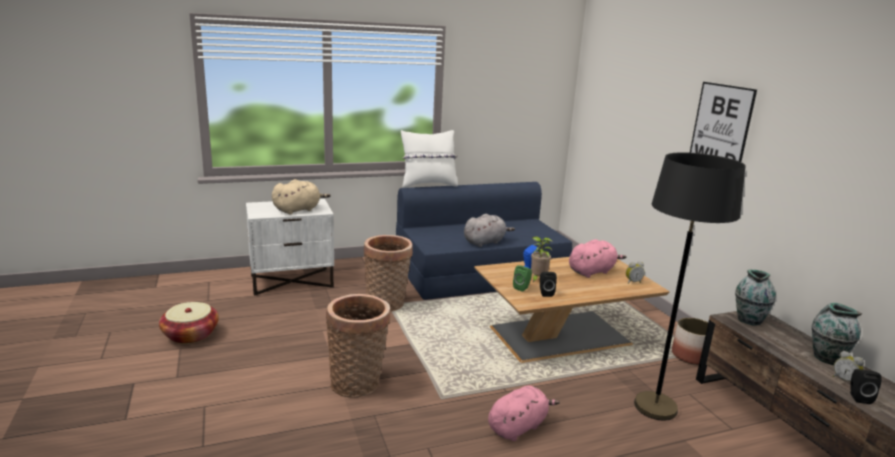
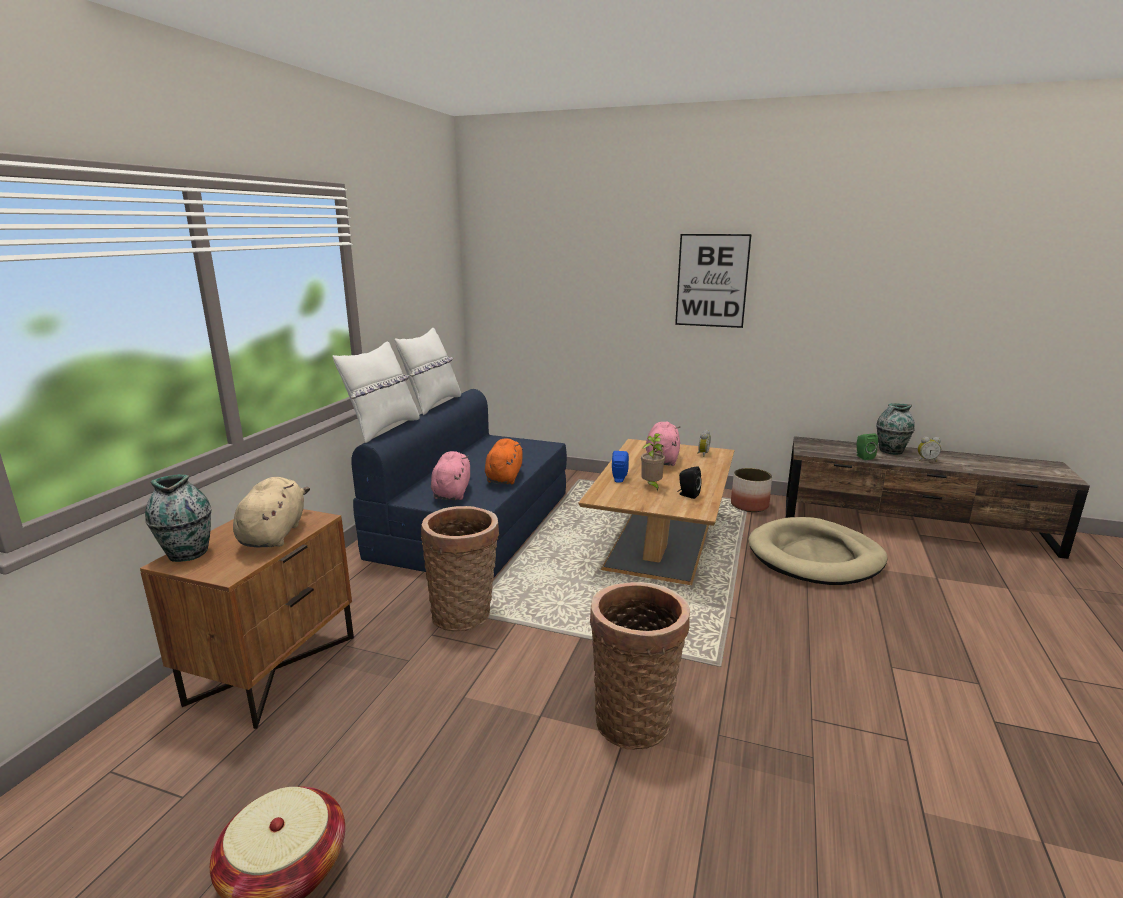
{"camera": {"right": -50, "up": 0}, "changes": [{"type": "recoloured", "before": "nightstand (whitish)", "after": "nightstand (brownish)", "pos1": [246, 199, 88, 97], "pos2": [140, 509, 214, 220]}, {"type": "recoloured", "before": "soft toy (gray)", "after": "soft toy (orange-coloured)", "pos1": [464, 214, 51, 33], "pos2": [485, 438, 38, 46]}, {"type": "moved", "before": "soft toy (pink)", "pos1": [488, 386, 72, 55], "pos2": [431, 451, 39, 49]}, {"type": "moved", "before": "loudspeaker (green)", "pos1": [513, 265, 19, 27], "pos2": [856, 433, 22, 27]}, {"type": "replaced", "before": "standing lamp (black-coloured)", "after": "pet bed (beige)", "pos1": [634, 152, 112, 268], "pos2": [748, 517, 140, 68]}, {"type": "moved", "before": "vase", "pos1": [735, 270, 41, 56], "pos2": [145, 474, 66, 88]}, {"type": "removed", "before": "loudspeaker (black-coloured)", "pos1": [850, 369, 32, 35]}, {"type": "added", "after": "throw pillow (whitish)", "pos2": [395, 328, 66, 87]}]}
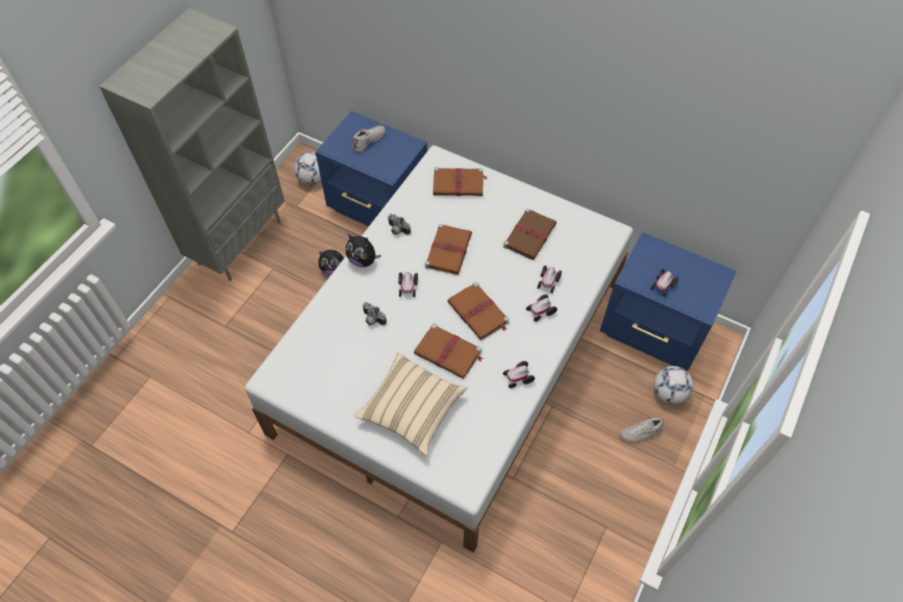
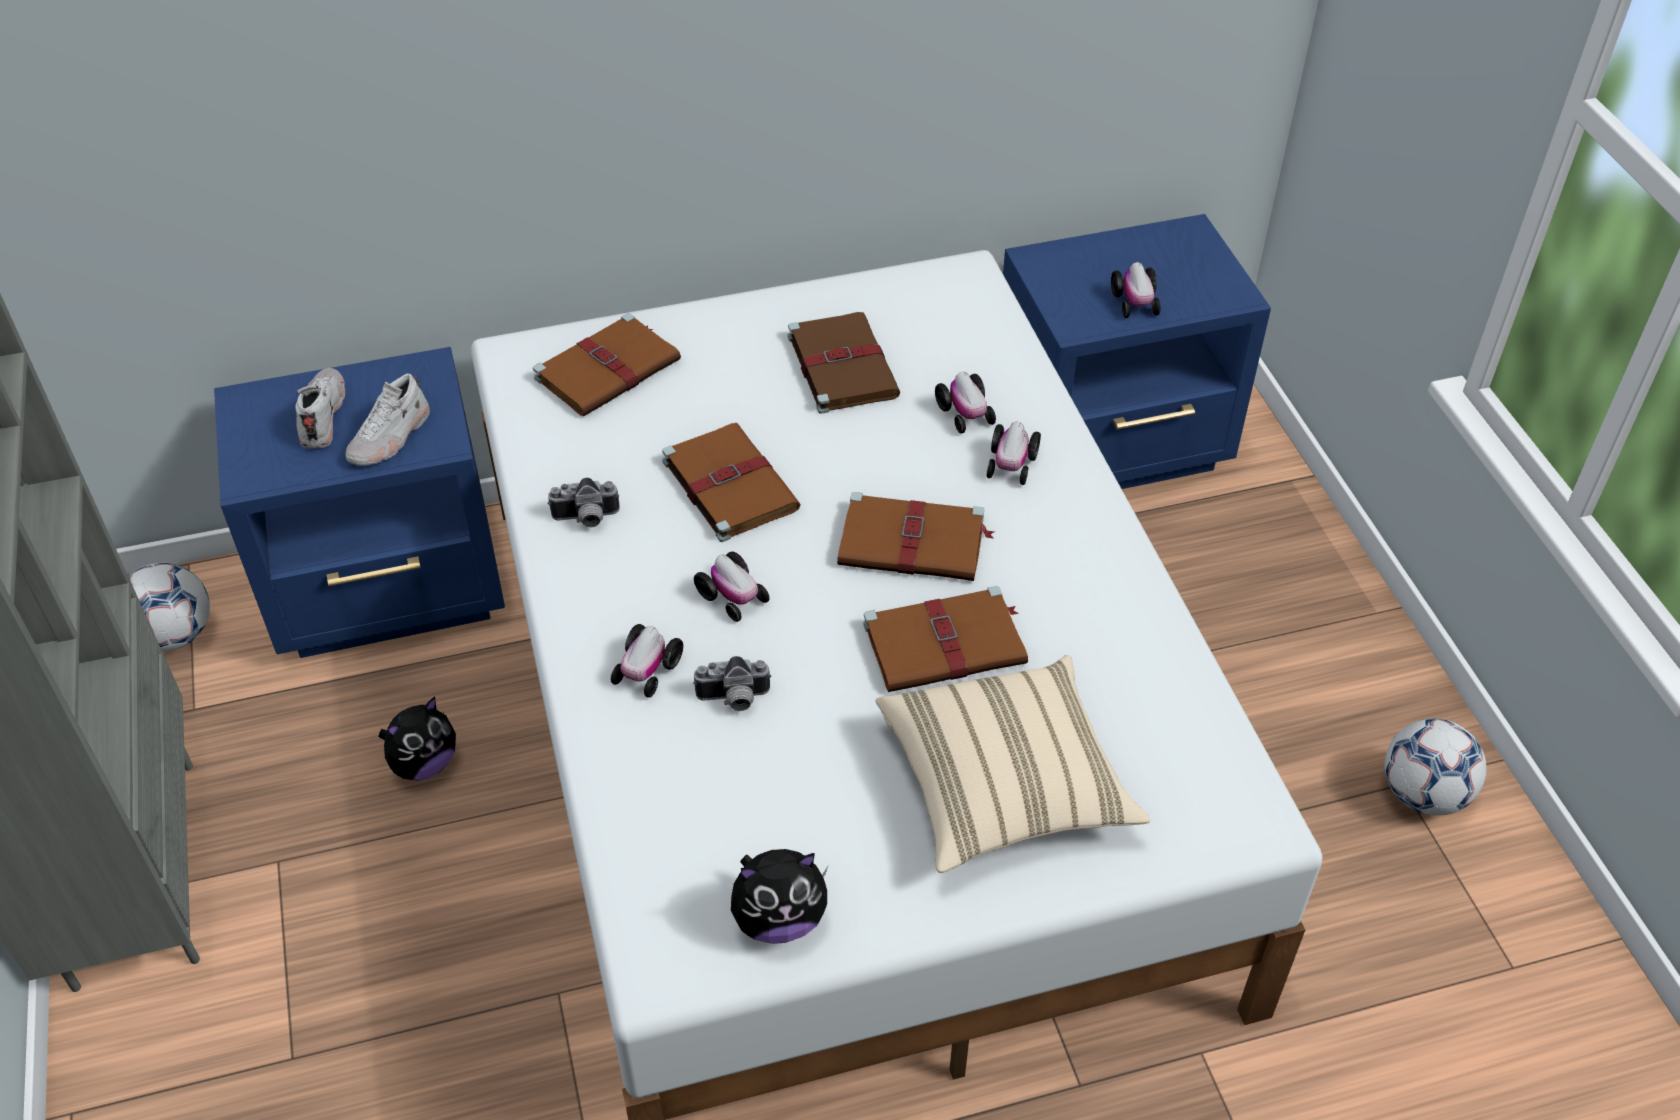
{"camera": {"right": -45, "up": -10}, "changes": [{"type": "moved", "before": "soft toy", "pos1": [346, 234, 35, 33], "pos2": [731, 849, 97, 95]}, {"type": "moved", "before": "toy car", "pos1": [503, 361, 32, 27], "pos2": [611, 624, 72, 74]}, {"type": "moved", "before": "low shoe (whitish)", "pos1": [620, 418, 44, 25], "pos2": [346, 373, 84, 93]}, {"type": "moved", "before": "ball for football", "pos1": [654, 366, 39, 38], "pos2": [1385, 718, 102, 98]}]}
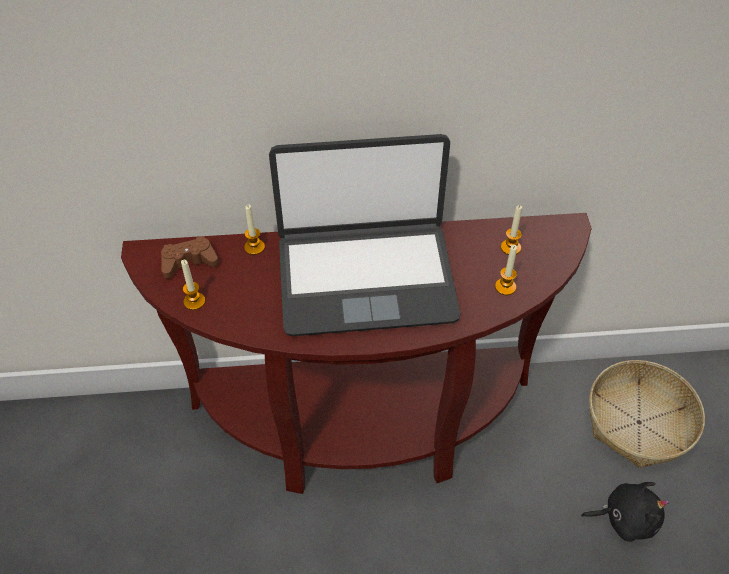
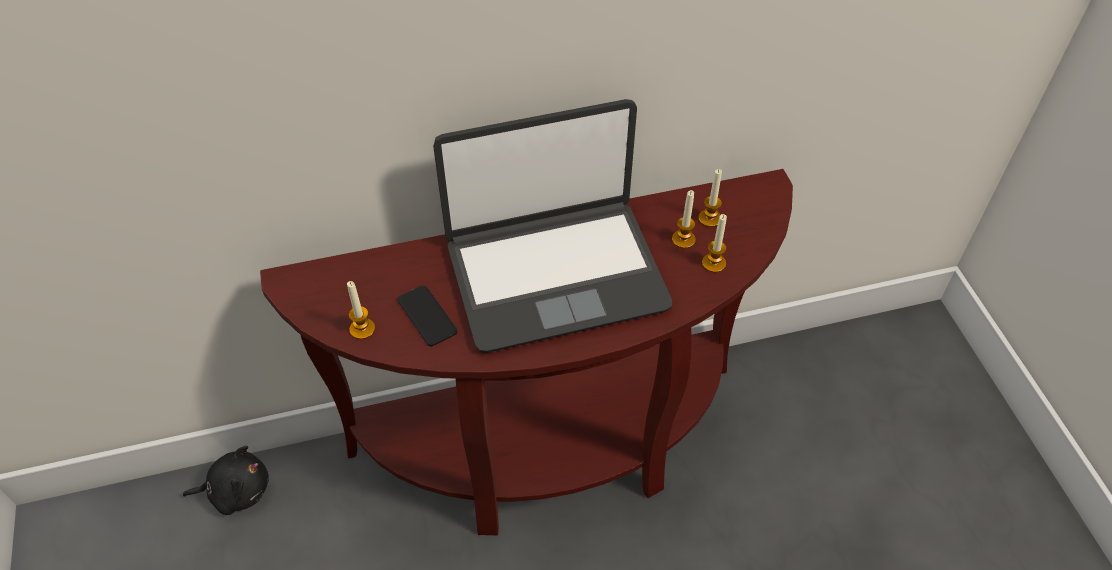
{"camera": {"right": -10, "up": 0}, "changes": [{"type": "removed", "before": "game controller (brownish)", "pos1": [161, 236, 58, 43]}, {"type": "moved", "before": "wax light", "pos1": [244, 205, 21, 50], "pos2": [672, 190, 24, 59]}, {"type": "moved", "before": "soft toy (black-coloured)", "pos1": [581, 482, 88, 60], "pos2": [183, 446, 86, 69]}, {"type": "removed", "before": "storage basket", "pos1": [589, 360, 116, 108]}, {"type": "added", "after": "phone", "pos2": [398, 285, 59, 62]}]}
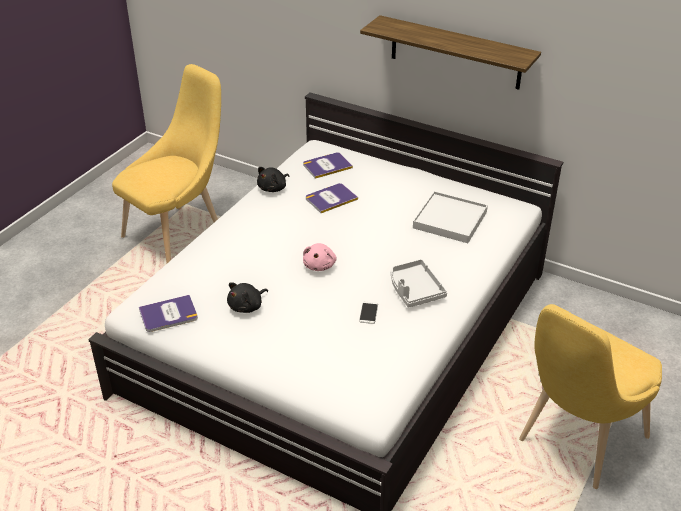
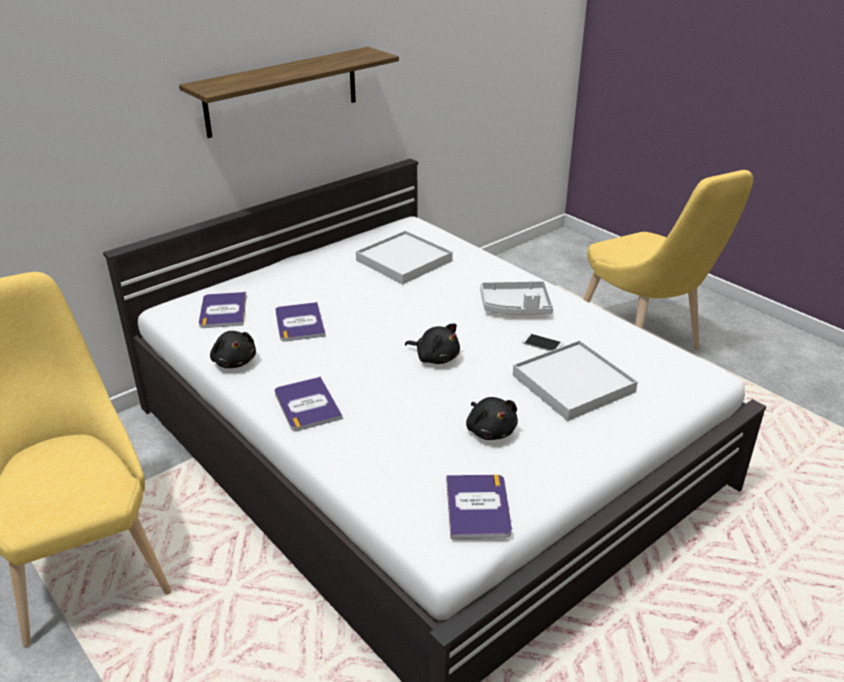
{"camera": {"right": -70, "up": -5}, "changes": [{"type": "recoloured", "before": "soft toy (pink)", "after": "soft toy (black-coloured)", "pos1": [303, 243, 34, 28], "pos2": [405, 323, 55, 41]}, {"type": "added", "after": "bound book", "pos2": [275, 377, 68, 54]}, {"type": "added", "after": "tray (whitish)", "pos2": [513, 340, 125, 81]}]}
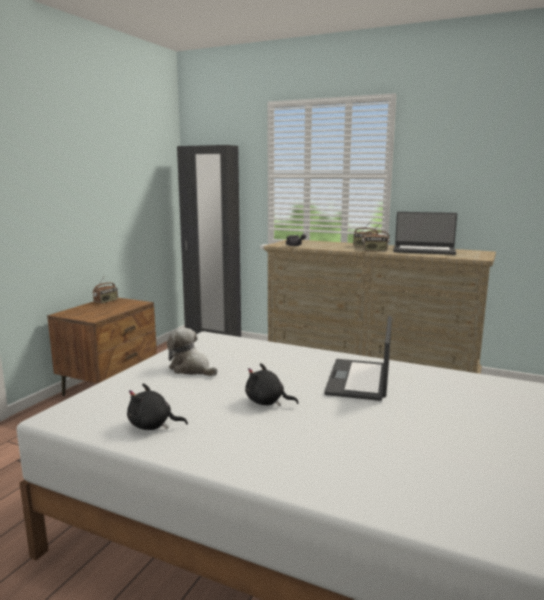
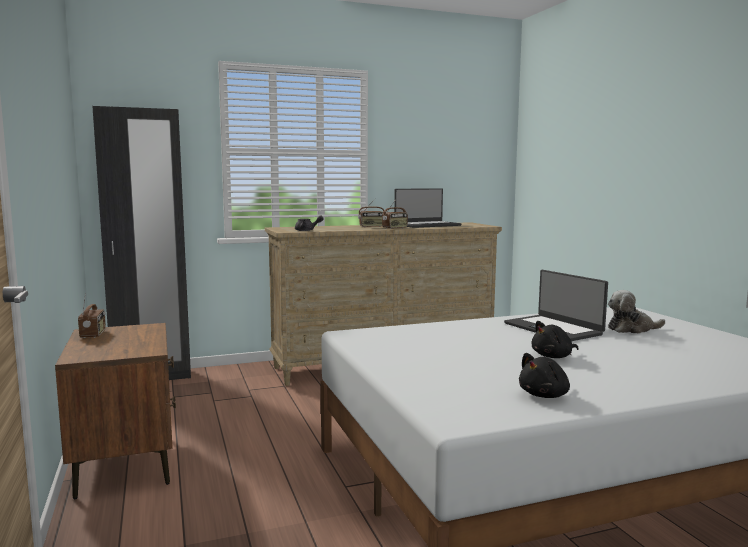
{"camera": {"right": -45, "up": -5}, "changes": [{"type": "moved", "before": "soft toy", "pos1": [167, 328, 51, 48], "pos2": [608, 290, 57, 44]}]}
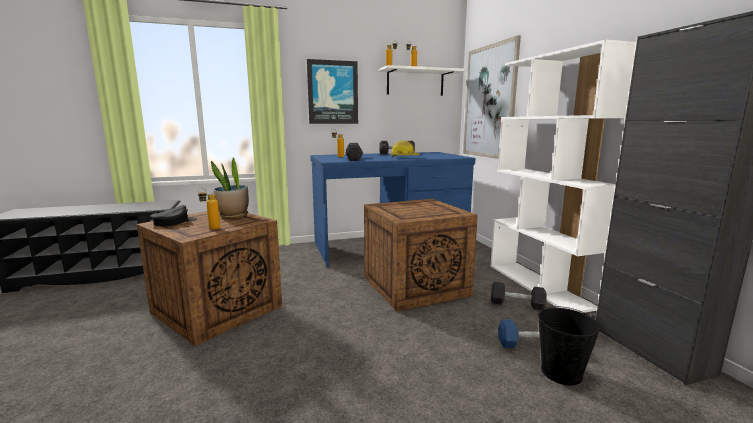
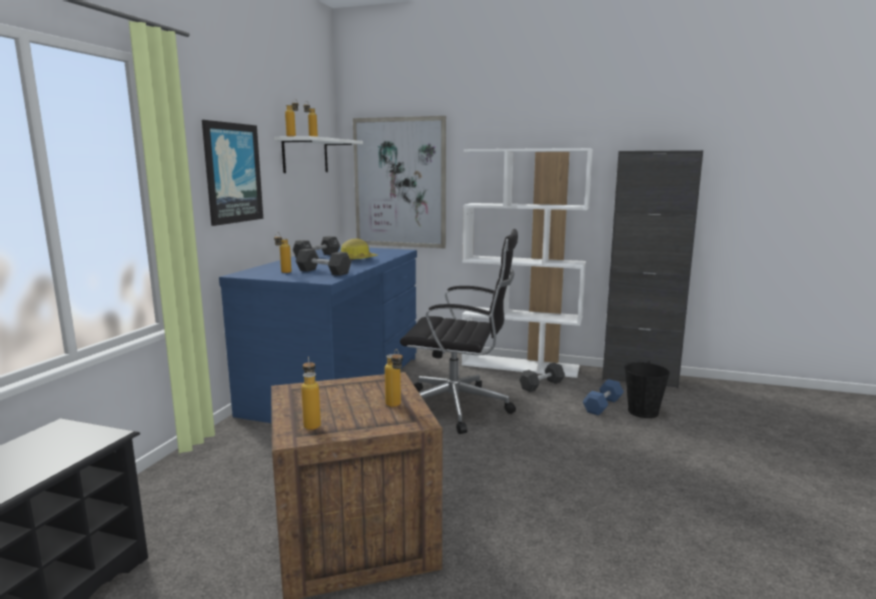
{"camera": {"right": -55, "up": 0}, "changes": [{"type": "replaced", "before": "baseball cap (black-coloured)", "after": "bottle", "pos1": [150, 205, 47, 21], "pos2": [301, 357, 20, 73]}, {"type": "removed", "before": "houseplant", "pos1": [211, 157, 38, 61]}, {"type": "replaced", "before": "shipping crate", "after": "desk chair (black-coloured)", "pos1": [364, 199, 114, 113], "pos2": [400, 229, 118, 205]}]}
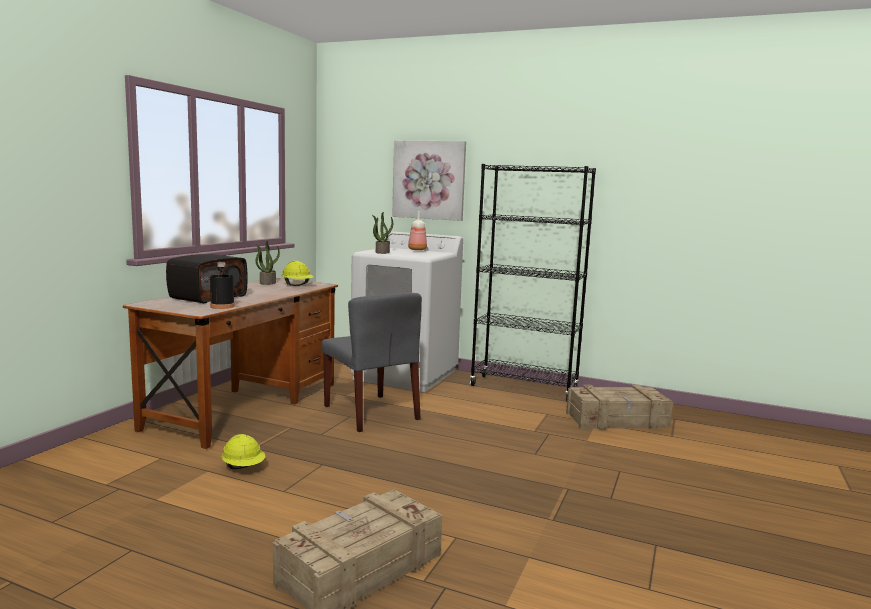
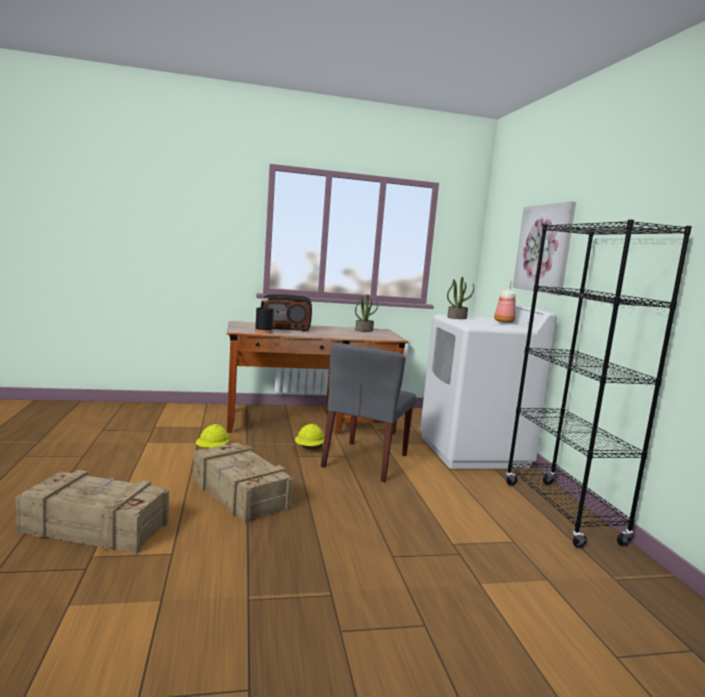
{"camera": {"right": 55, "up": 0}, "changes": [{"type": "moved", "before": "hard hat (yellow-coloured)", "pos1": [281, 261, 33, 25], "pos2": [295, 424, 29, 25]}, {"type": "moved", "before": "shipping crate", "pos1": [566, 385, 107, 44], "pos2": [193, 442, 100, 82]}]}
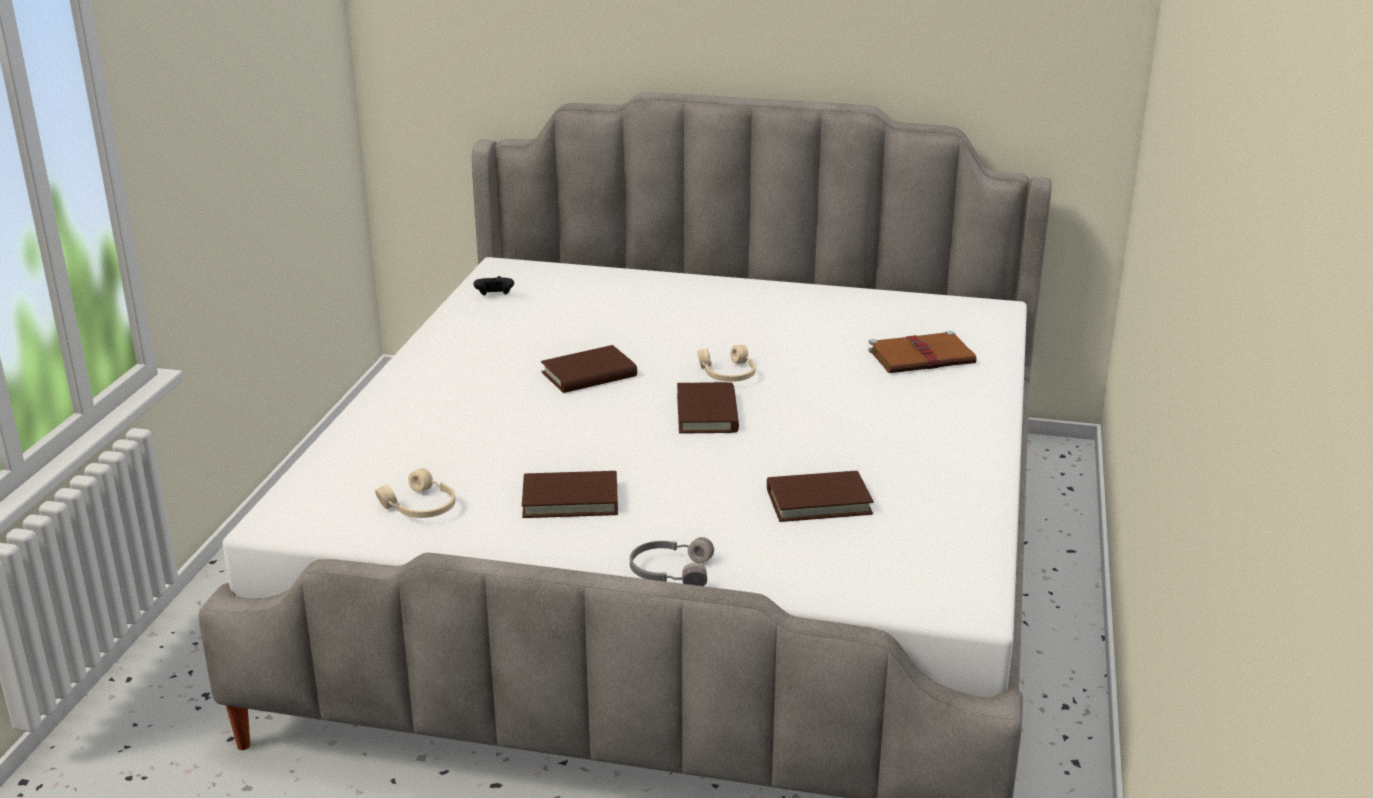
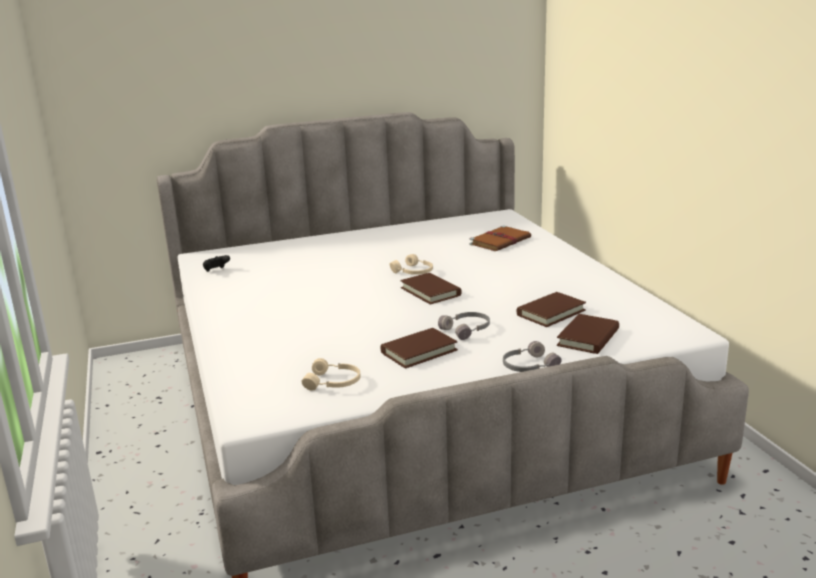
{"camera": {"right": -30, "up": -5}, "changes": [{"type": "moved", "before": "bound book (brownish)", "pos1": [541, 345, 96, 48], "pos2": [557, 314, 62, 40]}, {"type": "added", "after": "pair of headphones (gray)", "pos2": [438, 312, 52, 28]}]}
